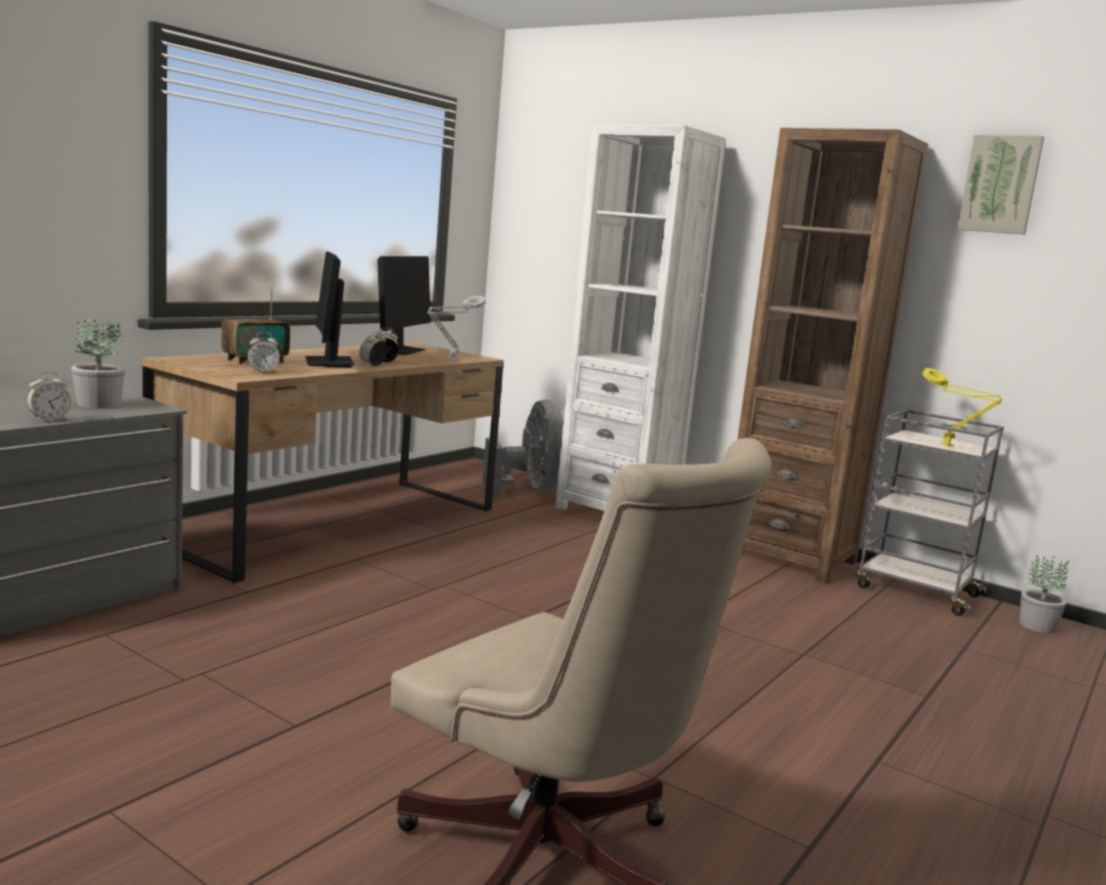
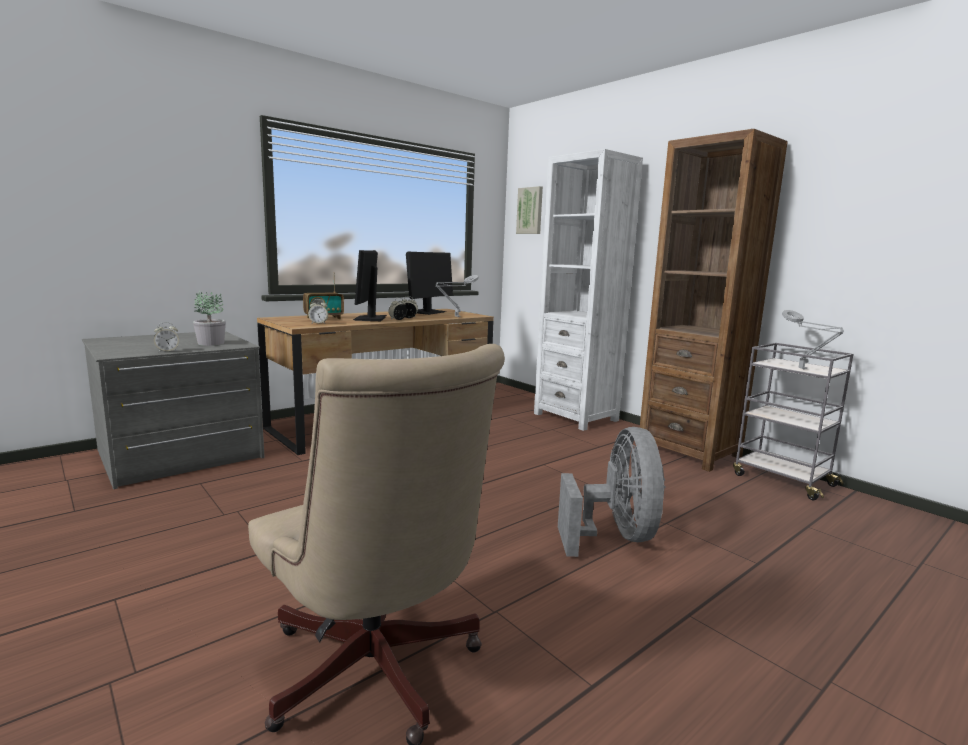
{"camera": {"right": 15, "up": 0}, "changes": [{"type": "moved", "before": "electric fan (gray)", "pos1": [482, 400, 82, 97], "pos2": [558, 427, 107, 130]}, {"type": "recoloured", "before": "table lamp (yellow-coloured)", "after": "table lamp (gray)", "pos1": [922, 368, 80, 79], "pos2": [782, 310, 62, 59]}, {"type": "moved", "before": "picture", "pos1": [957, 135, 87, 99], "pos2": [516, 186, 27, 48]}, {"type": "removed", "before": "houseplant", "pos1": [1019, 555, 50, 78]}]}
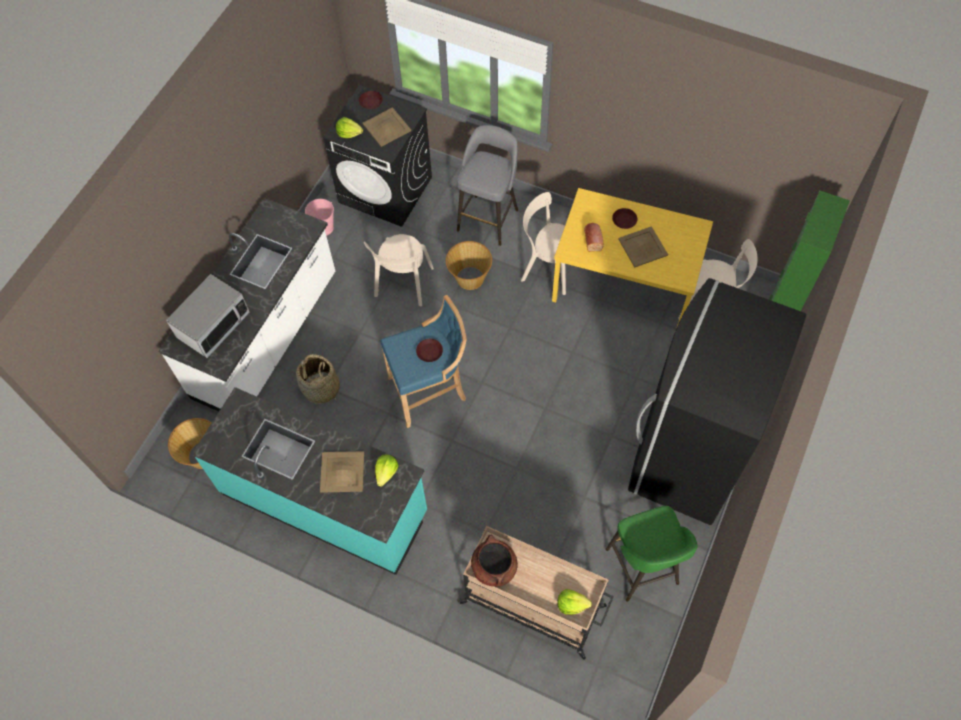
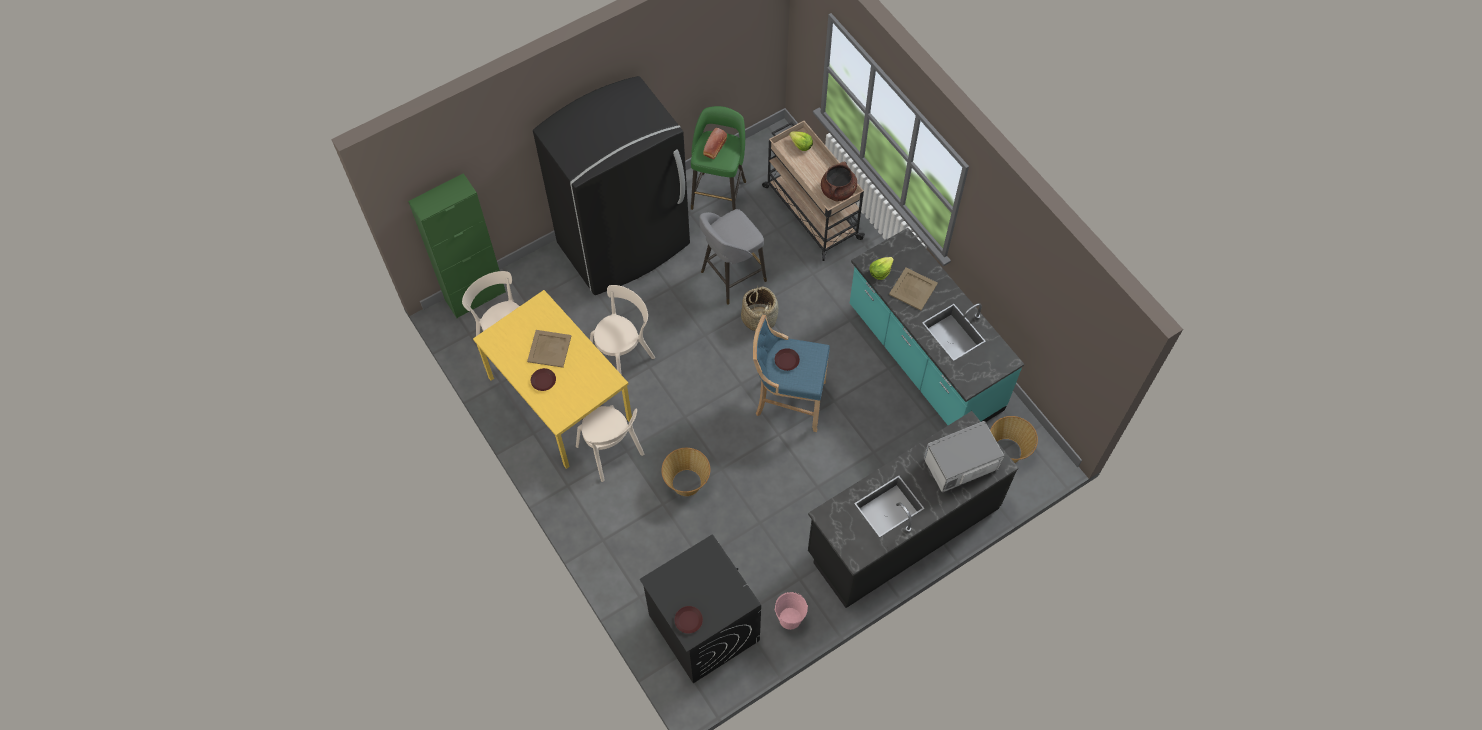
{"camera": {"right": -150, "up": 0}, "changes": [{"type": "recoloured", "before": "kitchen base unit (whitish)", "after": "kitchen base unit (black-coloured)", "pos1": [159, 198, 176, 213], "pos2": [808, 411, 210, 197]}, {"type": "moved", "before": "storage basket", "pos1": [296, 354, 44, 50], "pos2": [741, 286, 37, 45]}, {"type": "removed", "before": "lettuce head", "pos1": [336, 117, 27, 21]}, {"type": "removed", "before": "tray (beige)", "pos1": [363, 107, 48, 40]}, {"type": "moved", "before": "plain chair (beige)", "pos1": [364, 234, 70, 72], "pos2": [590, 285, 65, 90]}, {"type": "moved", "before": "sitting stool (gray)", "pos1": [457, 125, 61, 121], "pos2": [699, 209, 68, 96]}, {"type": "moved", "before": "bread", "pos1": [584, 223, 20, 29], "pos2": [703, 128, 24, 31]}]}
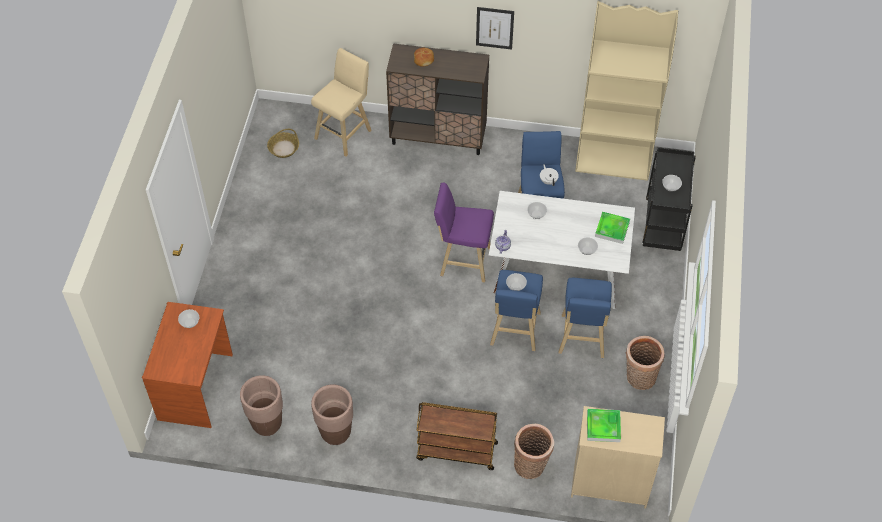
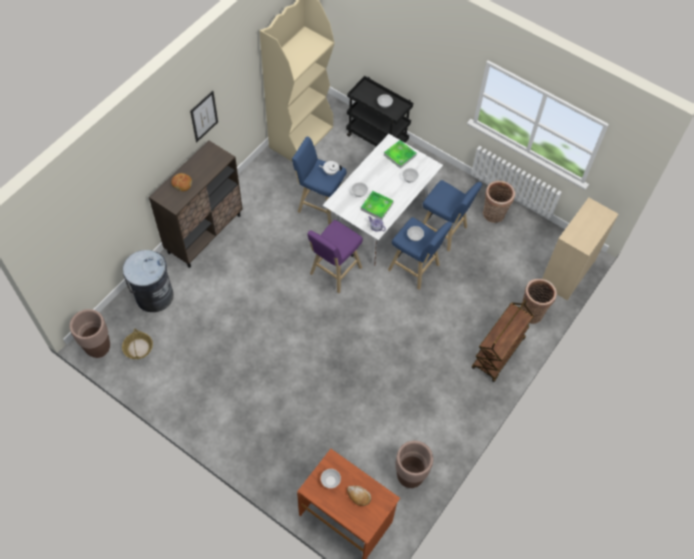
{"camera": {"right": -65, "up": 5}, "changes": [{"type": "replaced", "before": "sitting stool (beige)", "after": "rubbish bin (gray)", "pos1": [311, 48, 61, 109], "pos2": [123, 250, 51, 62]}, {"type": "moved", "before": "plant pot (brownish)", "pos1": [311, 384, 42, 61], "pos2": [69, 309, 41, 49]}, {"type": "moved", "before": "tray", "pos1": [587, 409, 34, 33], "pos2": [361, 191, 33, 29]}, {"type": "added", "after": "bread", "pos2": [347, 486, 24, 20]}]}
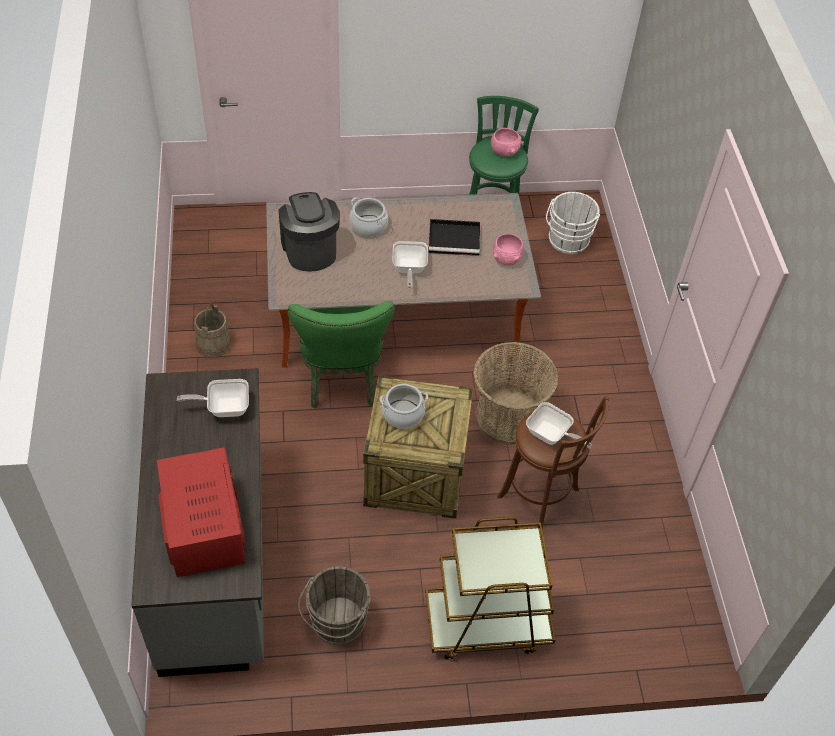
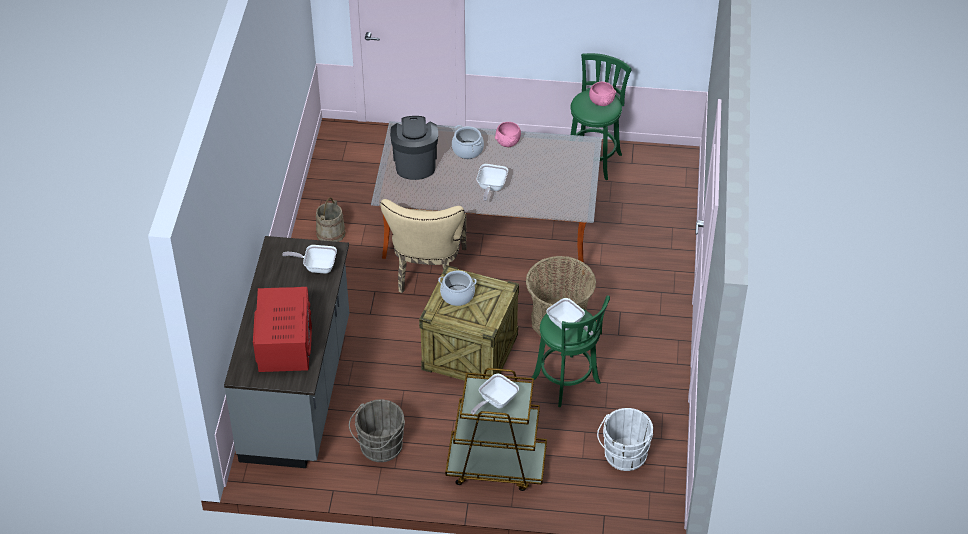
{"camera": {"right": 15, "up": -5}, "changes": [{"type": "recoloured", "before": "plain chair (green)", "after": "plain chair (beige)", "pos1": [287, 301, 108, 108], "pos2": [380, 199, 87, 94]}, {"type": "removed", "before": "tray (black-coloured)", "pos1": [428, 219, 52, 37]}, {"type": "moved", "before": "deep dish (pink)", "pos1": [493, 234, 31, 32], "pos2": [495, 122, 26, 25]}, {"type": "recoloured", "before": "sitting stool (brownish)", "after": "sitting stool (green)", "pos1": [497, 396, 112, 133], "pos2": [532, 295, 78, 112]}, {"type": "moved", "before": "bucket (whitish)", "pos1": [546, 192, 54, 62], "pos2": [597, 408, 56, 63]}, {"type": "added", "after": "frying pan", "pos2": [471, 373, 48, 42]}]}
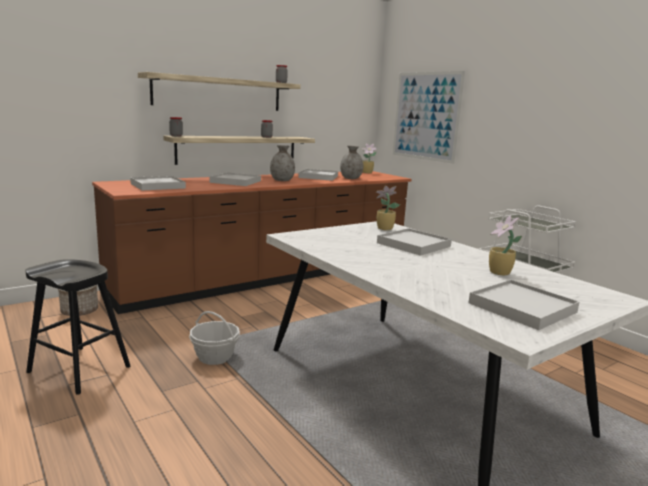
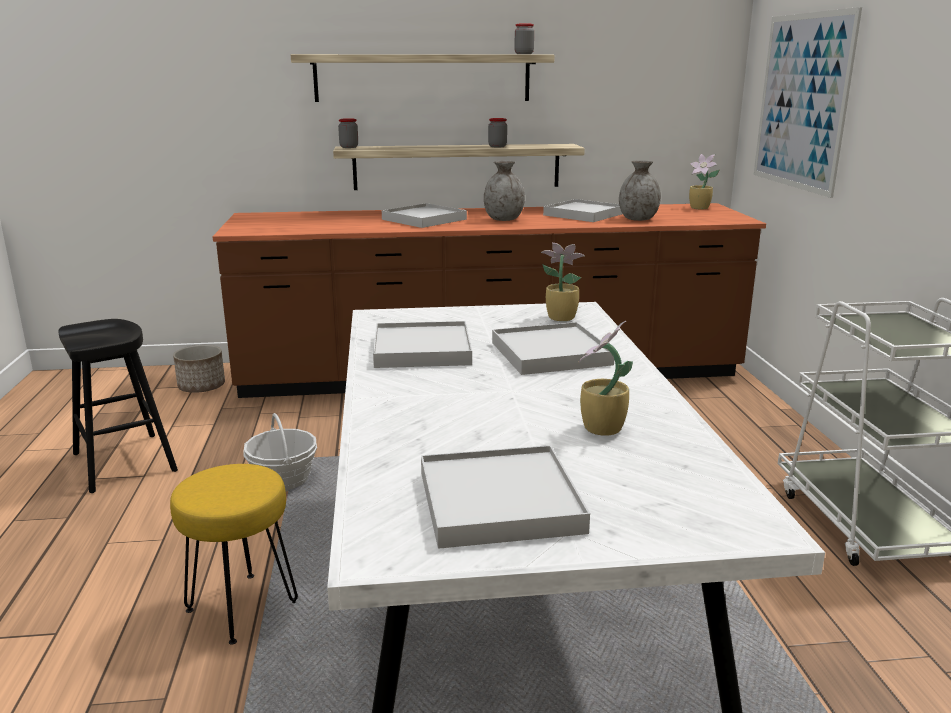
{"camera": {"right": 30, "up": 5}, "changes": [{"type": "moved", "before": "tray (whitish)", "pos1": [130, 176, 56, 15], "pos2": [373, 321, 99, 47]}, {"type": "added", "after": "sitting stool (yellow-coloured)", "pos2": [170, 464, 128, 181]}]}
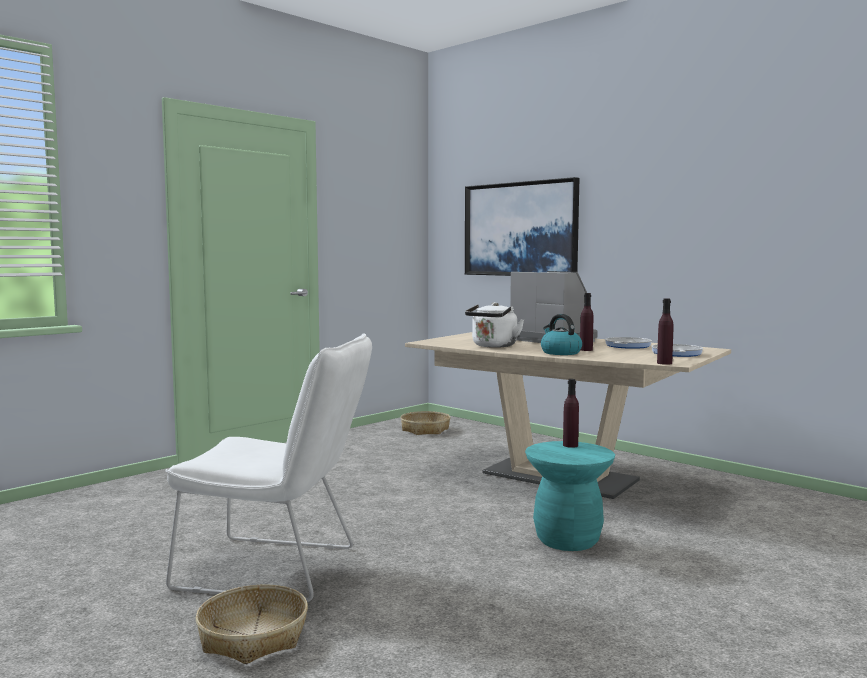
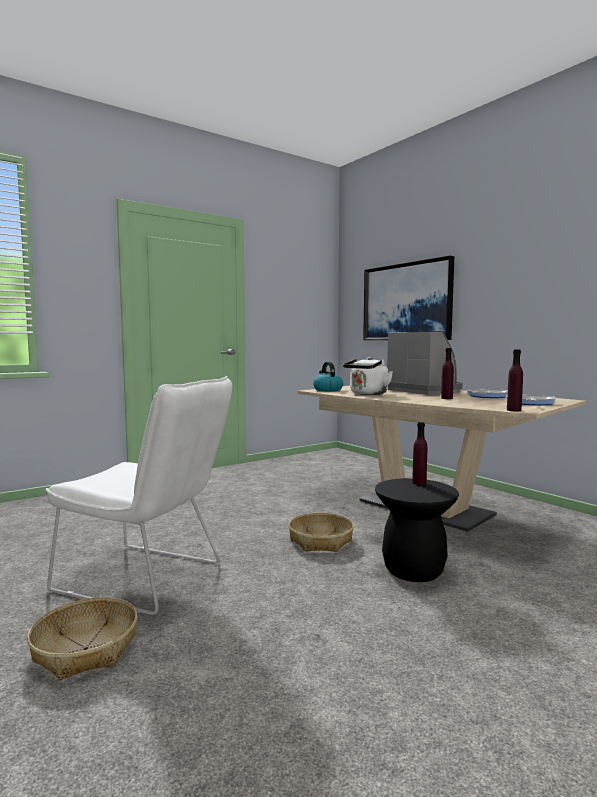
{"camera": {"right": 10, "up": 0}, "changes": [{"type": "moved", "before": "storage basket", "pos1": [401, 411, 49, 24], "pos2": [288, 513, 66, 39]}, {"type": "recoloured", "before": "sitting stool (blue-green)", "after": "sitting stool (black-coloured)", "pos1": [525, 441, 90, 110], "pos2": [375, 478, 84, 104]}, {"type": "moved", "before": "water kettle", "pos1": [541, 314, 41, 41], "pos2": [313, 362, 30, 29]}]}
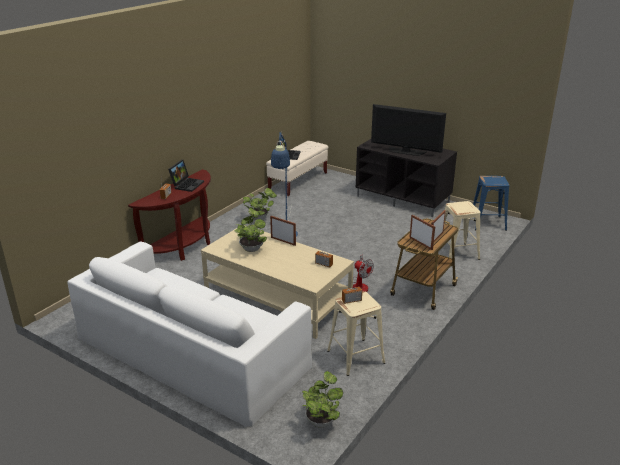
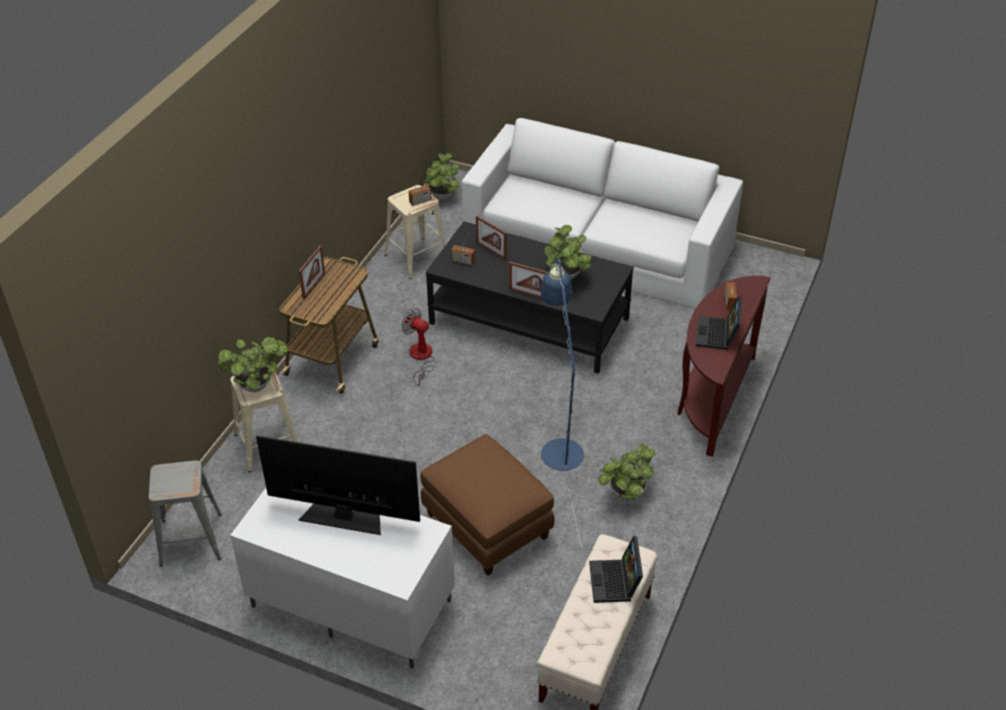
{"camera": {"right": 170, "up": 15}, "changes": [{"type": "recoloured", "before": "low table (beige)", "after": "low table (black-coloured)", "pos1": [201, 225, 153, 114], "pos2": [426, 221, 208, 153]}, {"type": "recoloured", "before": "tv unit (black-coloured)", "after": "tv unit (whitish)", "pos1": [356, 139, 101, 78], "pos2": [230, 488, 225, 181]}, {"type": "moved", "before": "standing frame", "pos1": [409, 215, 26, 35], "pos2": [476, 216, 31, 44]}, {"type": "recoloured", "before": "sitting stool (blue-coloured)", "after": "sitting stool (gray)", "pos1": [473, 176, 36, 55], "pos2": [149, 460, 73, 107]}, {"type": "added", "after": "houseplant", "pos2": [218, 337, 70, 55]}, {"type": "added", "after": "pouffe (brownish)", "pos2": [420, 434, 134, 142]}]}
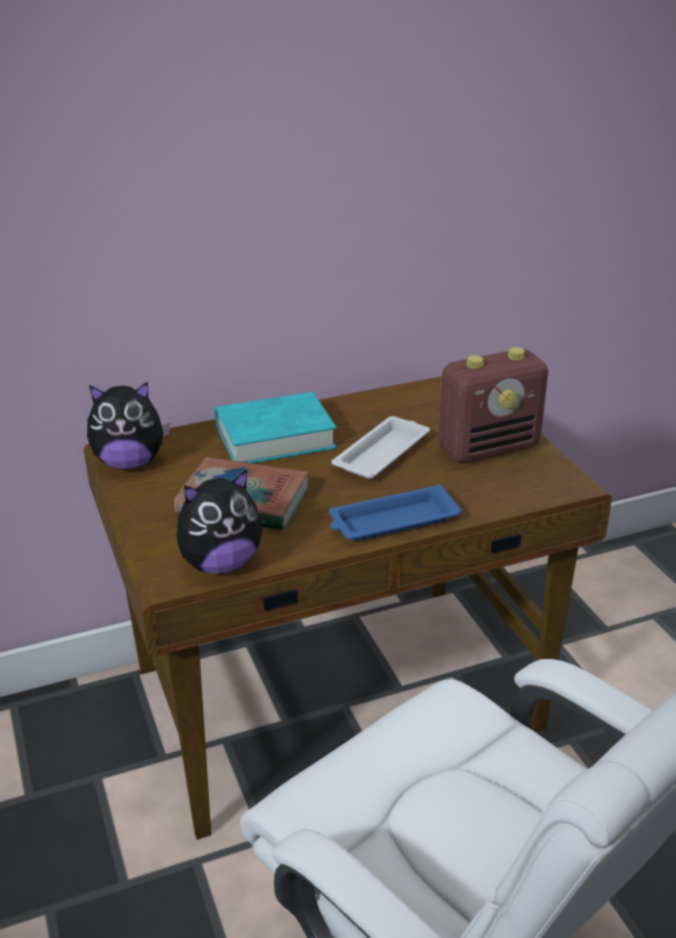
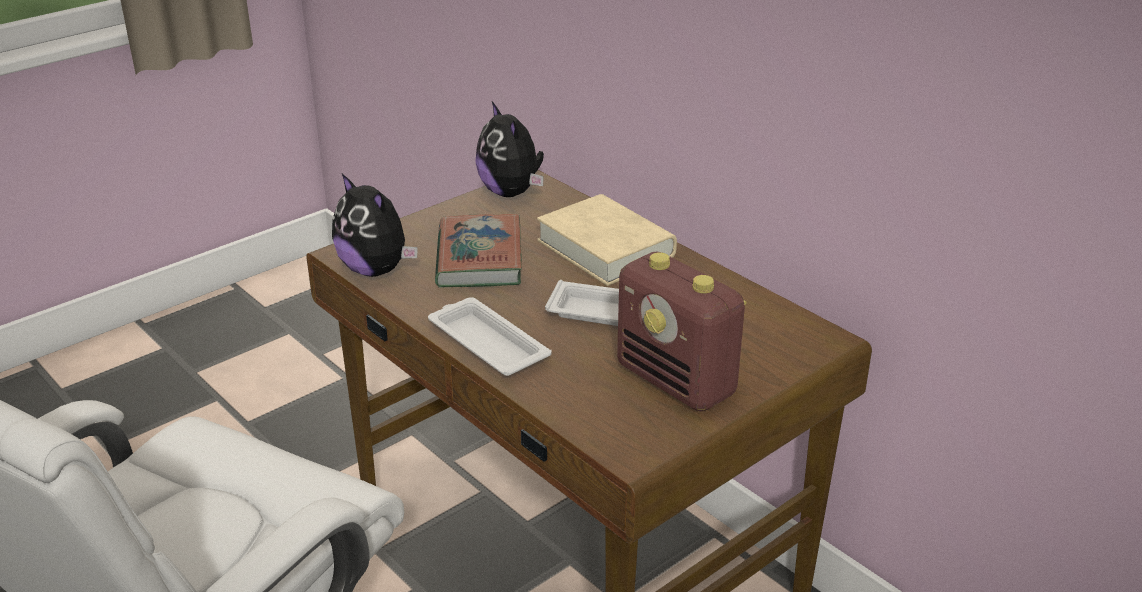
{"camera": {"right": 70, "up": 0}, "changes": [{"type": "recoloured", "before": "bound book (blue-green)", "after": "bound book (beige)", "pos1": [215, 392, 121, 71], "pos2": [537, 194, 140, 92]}, {"type": "recoloured", "before": "tray (blue-coloured)", "after": "tray (whitish)", "pos1": [329, 484, 133, 57], "pos2": [428, 297, 124, 79]}]}
